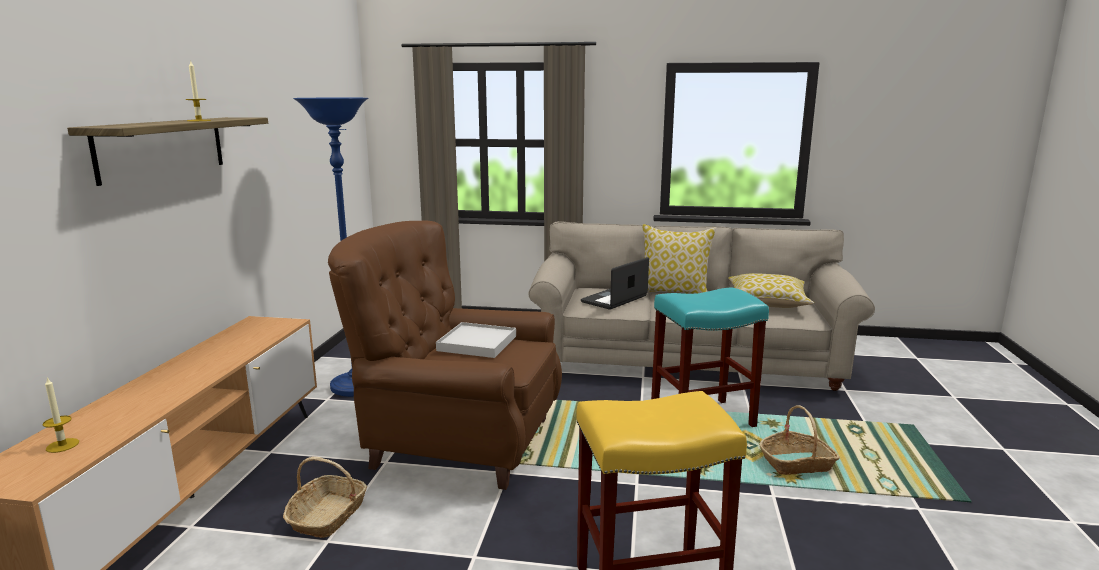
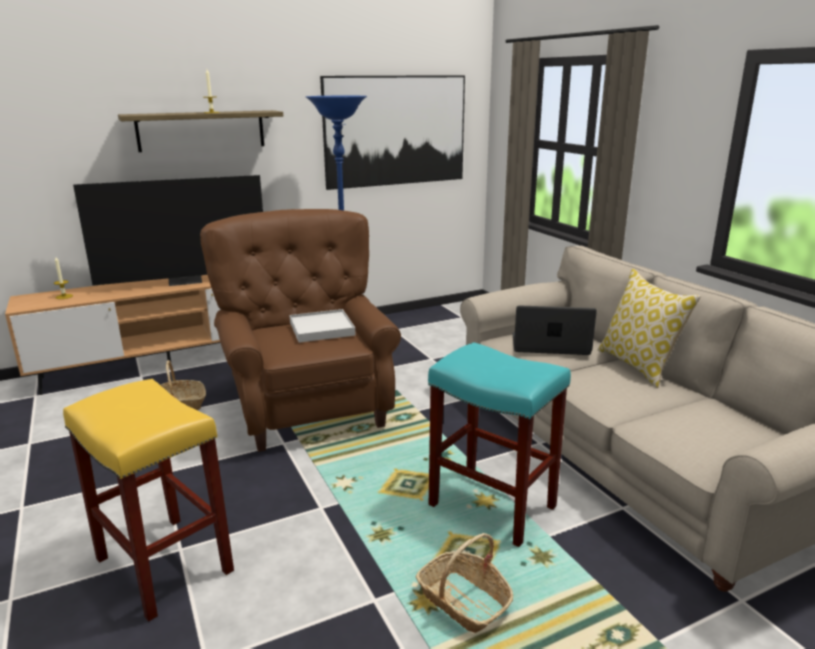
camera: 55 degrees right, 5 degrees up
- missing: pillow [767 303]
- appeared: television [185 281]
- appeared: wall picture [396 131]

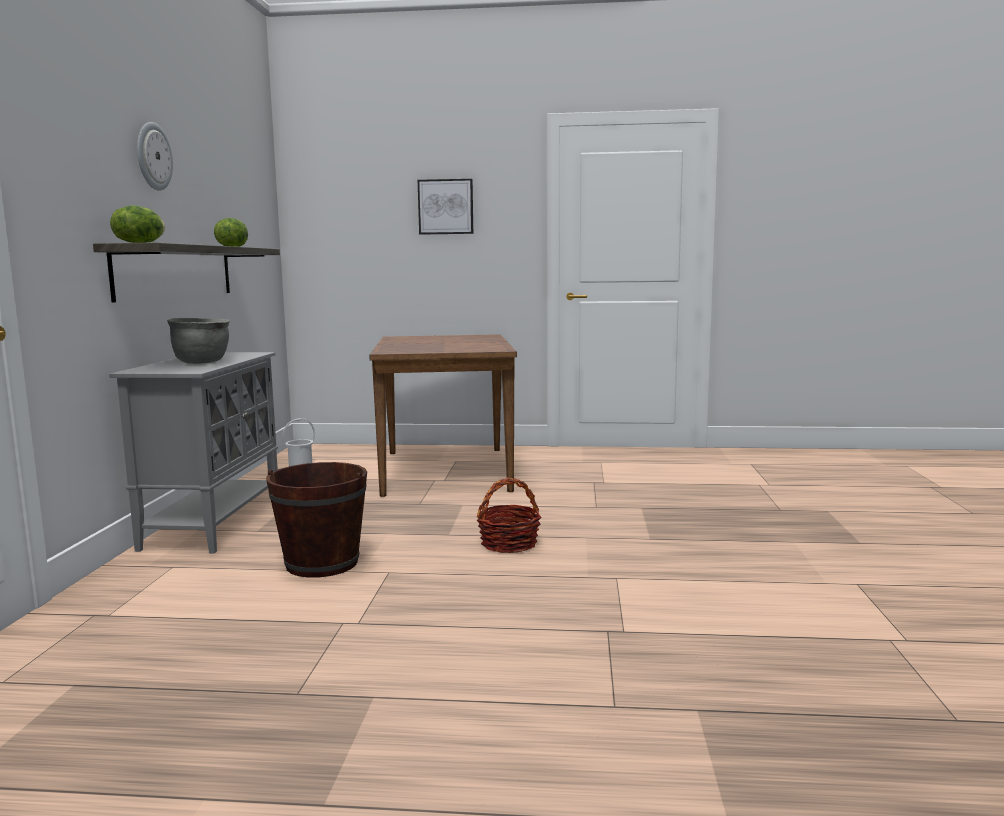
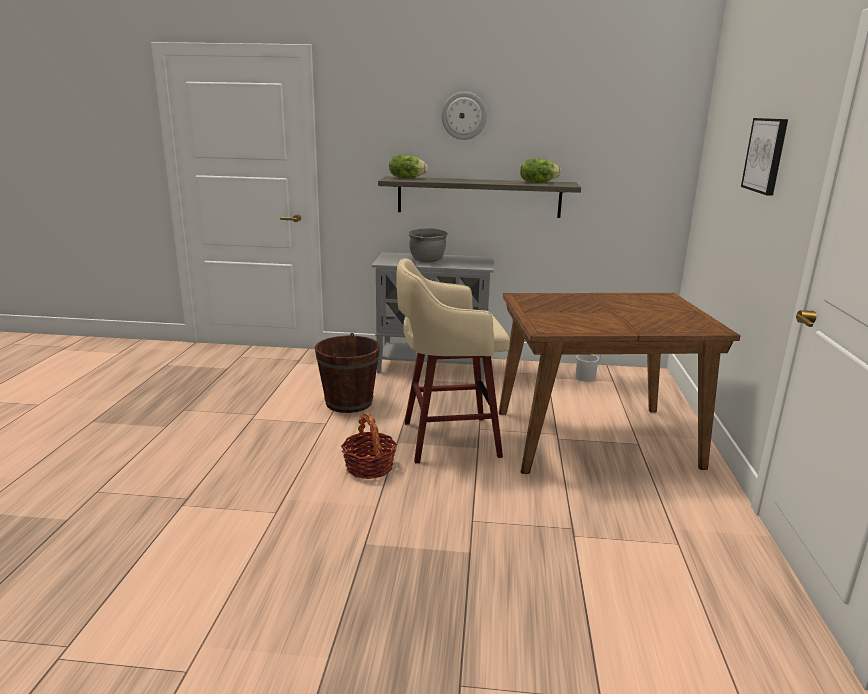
camera: 90 degrees right, 10 degrees up
- appeared: sitting stool in sand-coloured [446 439]

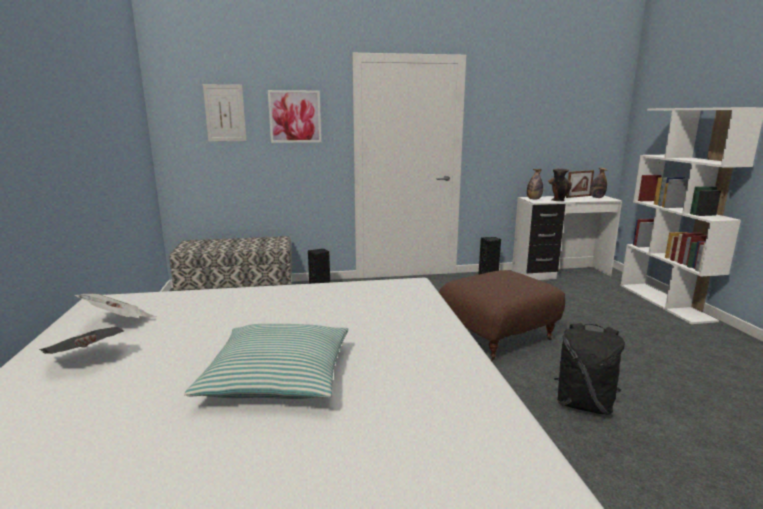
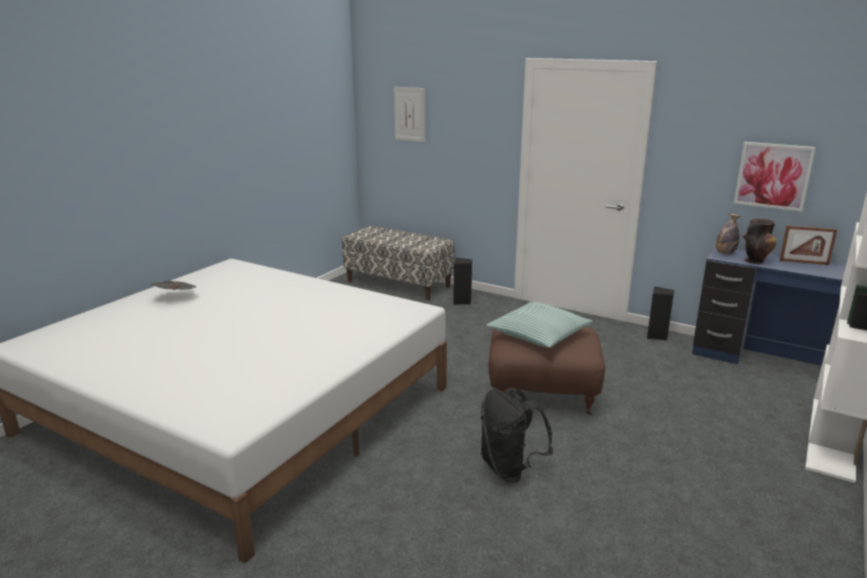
camera: 40 degrees right, 5 degrees up
- missing: daily paper [120 322]
- missing: drink bottle [597 197]
- relocated: pillow [277 377] to [538 334]
- relocated: wall picture [295 116] to [773 176]
- colour: desk in whitish [561 273] to desk in blue-coloured [759 361]

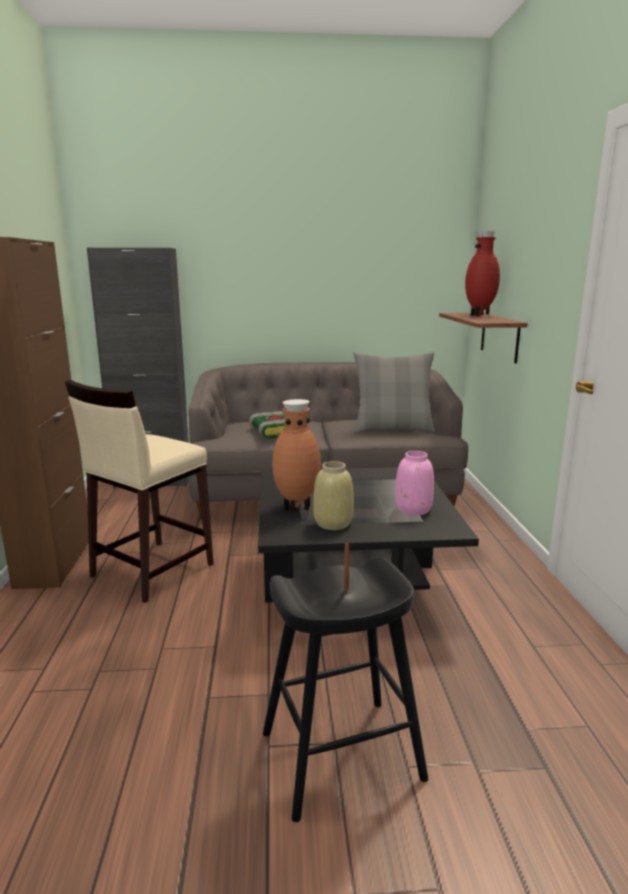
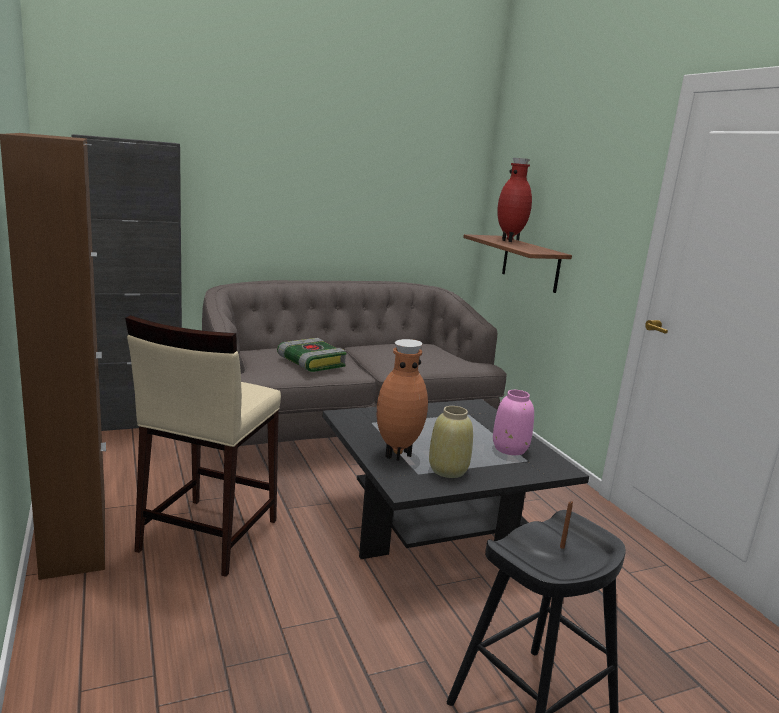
camera: 20 degrees left, 0 degrees up
- missing: pillow in greyish [393 429]

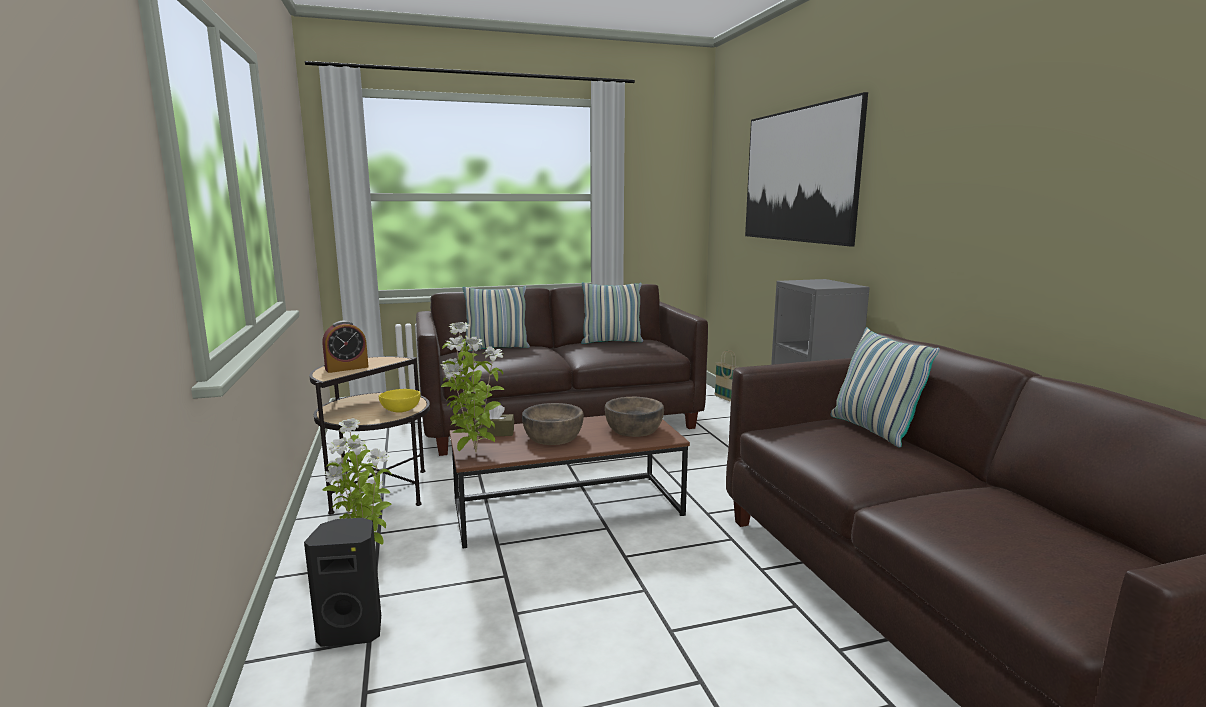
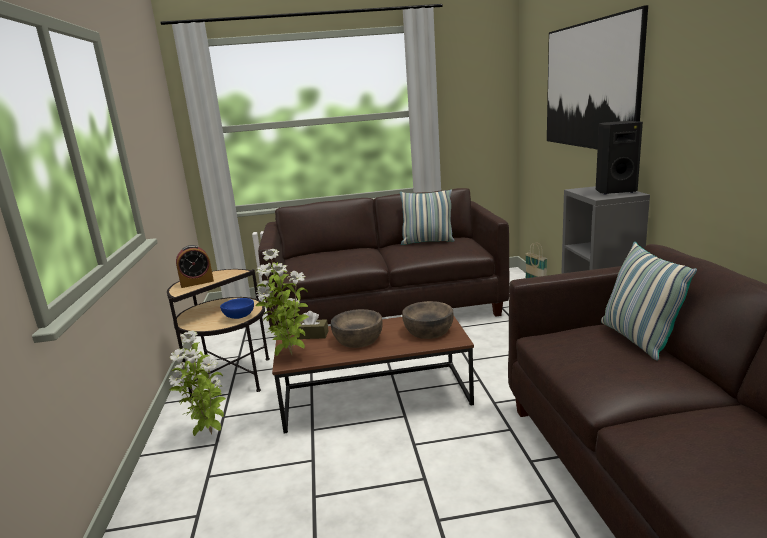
camera: 10 degrees right, 5 degrees up
- missing: pillow [496 348]
- relocated: audio speaker in black [352 630] to [614 191]
- colour: serving bowl in yellowish [399 411] to serving bowl in blue-coloured [238 317]

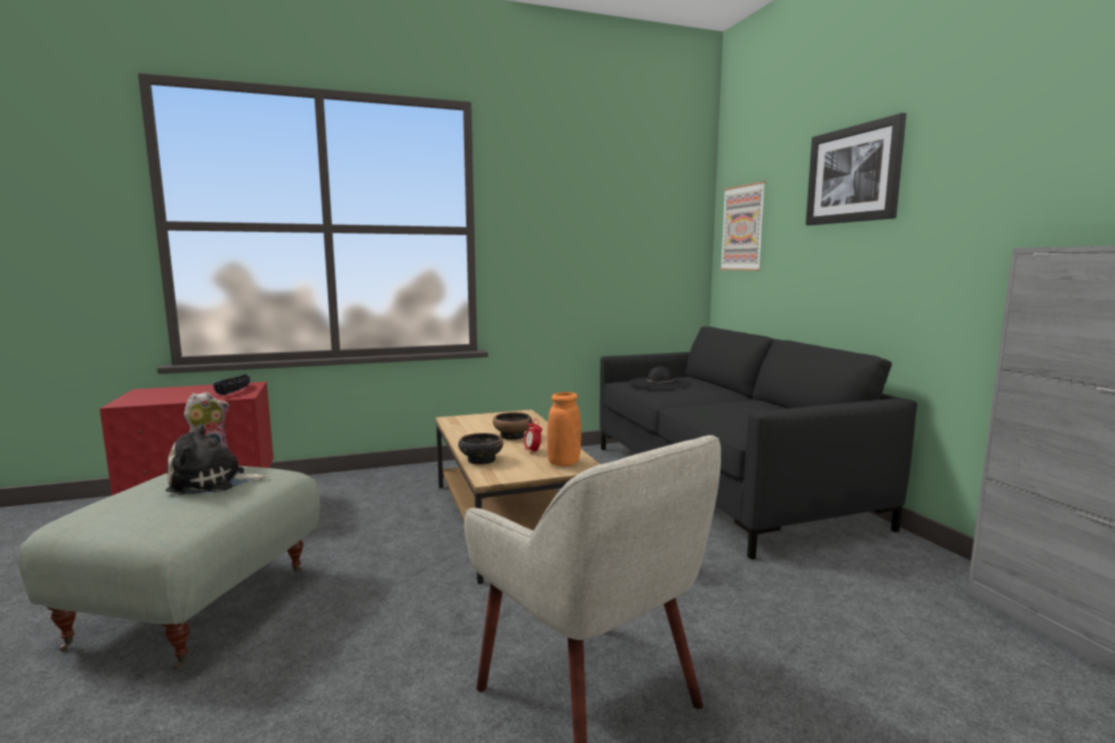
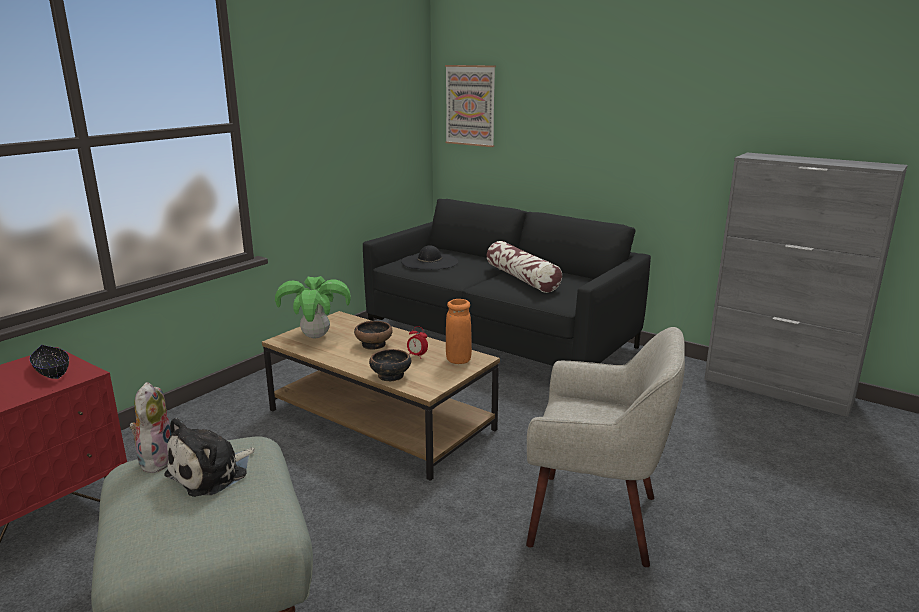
camera: 35 degrees left, 10 degrees up
- missing: wall picture [853 174]
- appeared: plant in a pot [315 336]
- appeared: pillow [522 278]

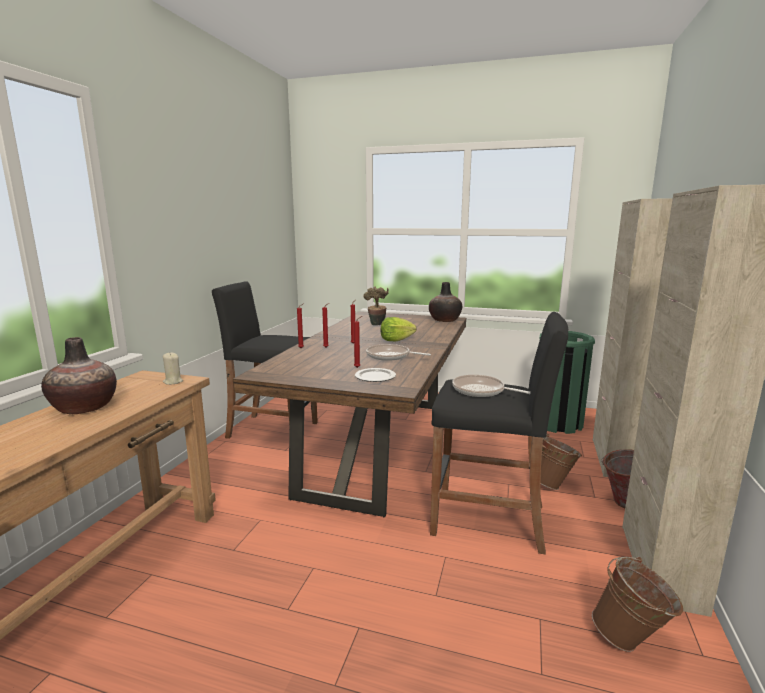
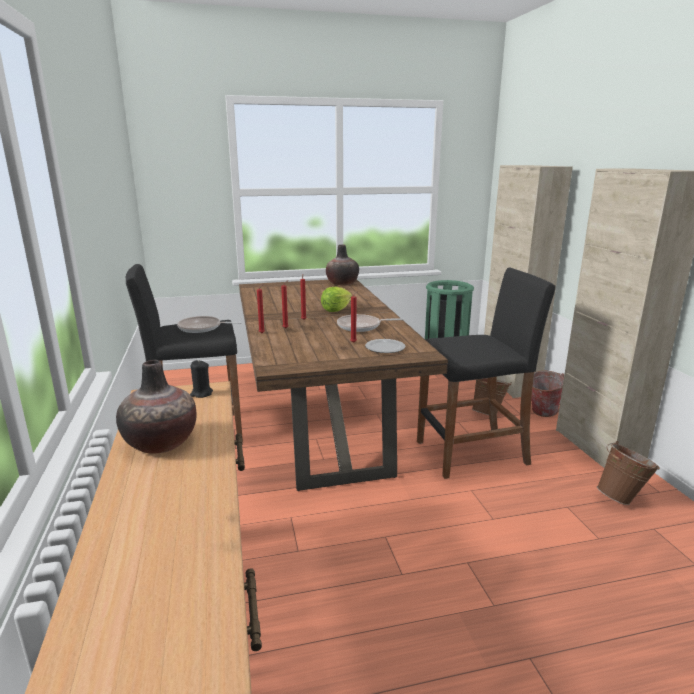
camera: 30 degrees left, 5 degrees up
- missing: plant in a pot [377 325]
- relocated: frying pan [481 391] to [202 328]
- colour: candle in sand-coloured [173 382] to candle in black [201 393]

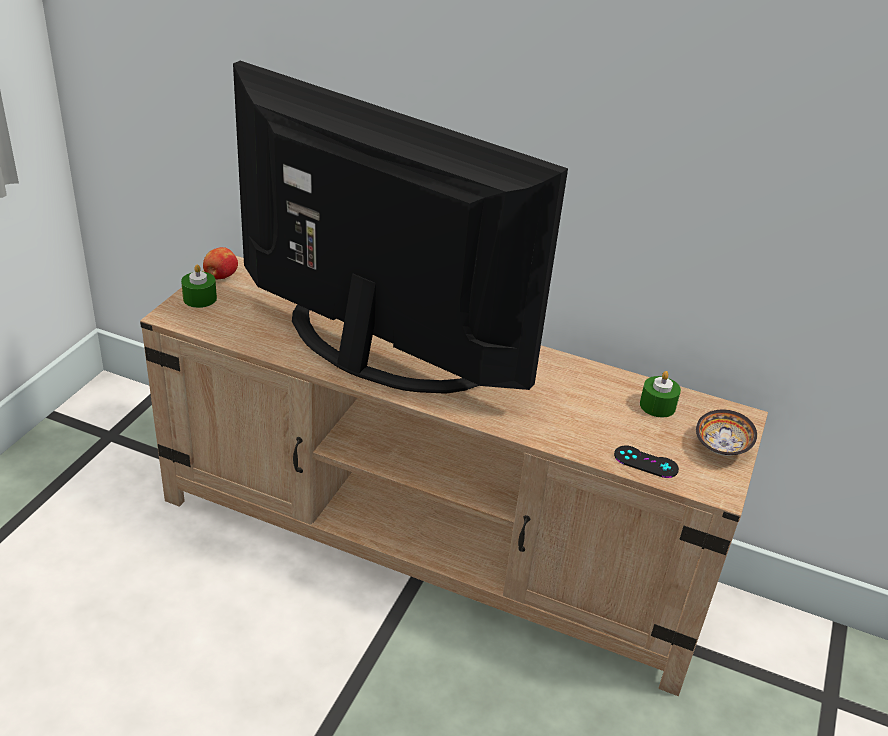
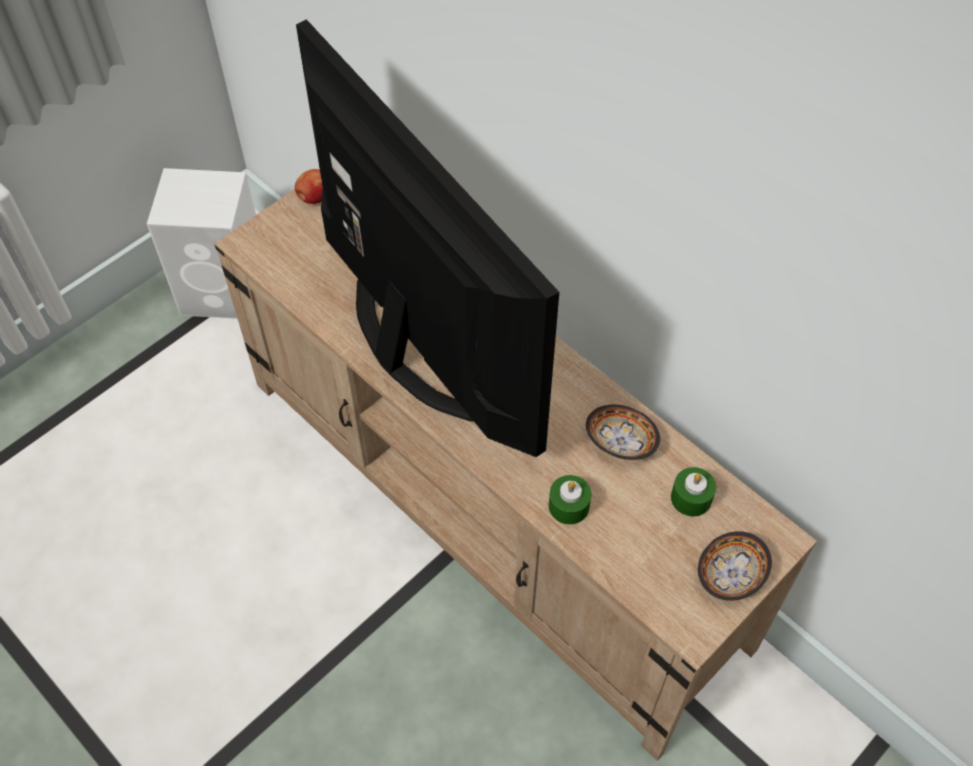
camera: 25 degrees right, 20 degrees up
- missing: game controller in black [646 462]
- appeared: audio speaker in whitish [227 290]
- appeared: serving bowl [620 442]
- relocated: candle in greenish [200 298] to [569 506]

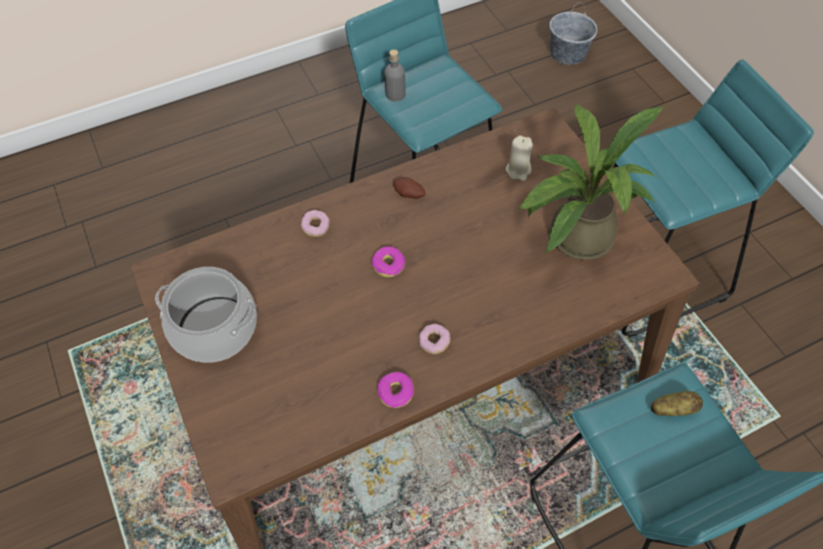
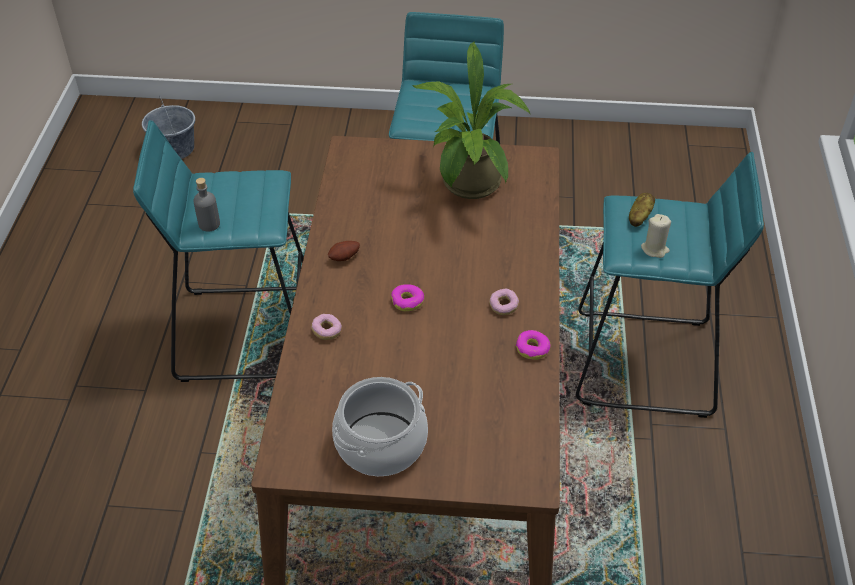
camera: 60 degrees left, 10 degrees down
- relocated: candle in sand-coloured [518 170] to [655 249]

